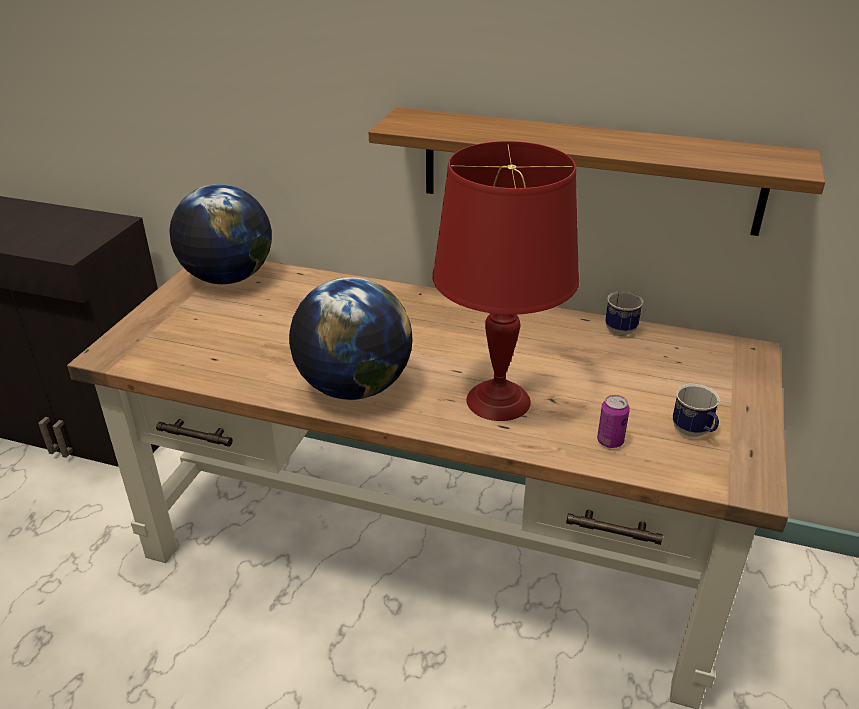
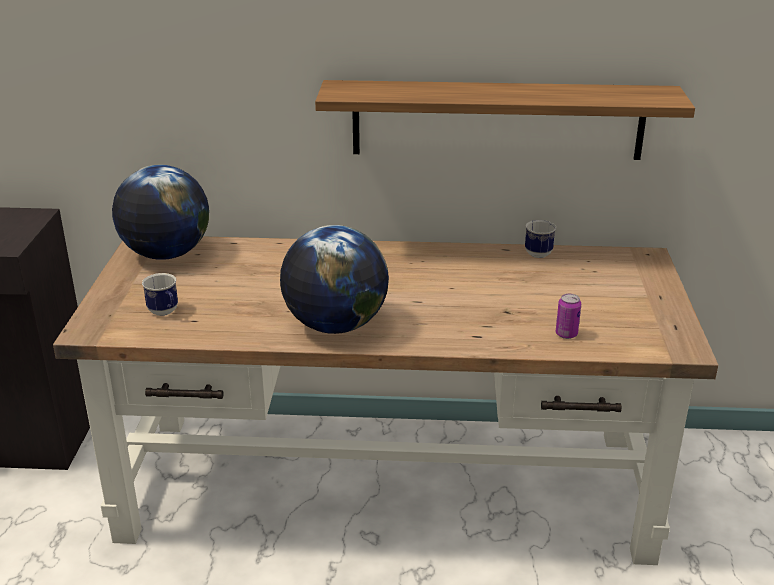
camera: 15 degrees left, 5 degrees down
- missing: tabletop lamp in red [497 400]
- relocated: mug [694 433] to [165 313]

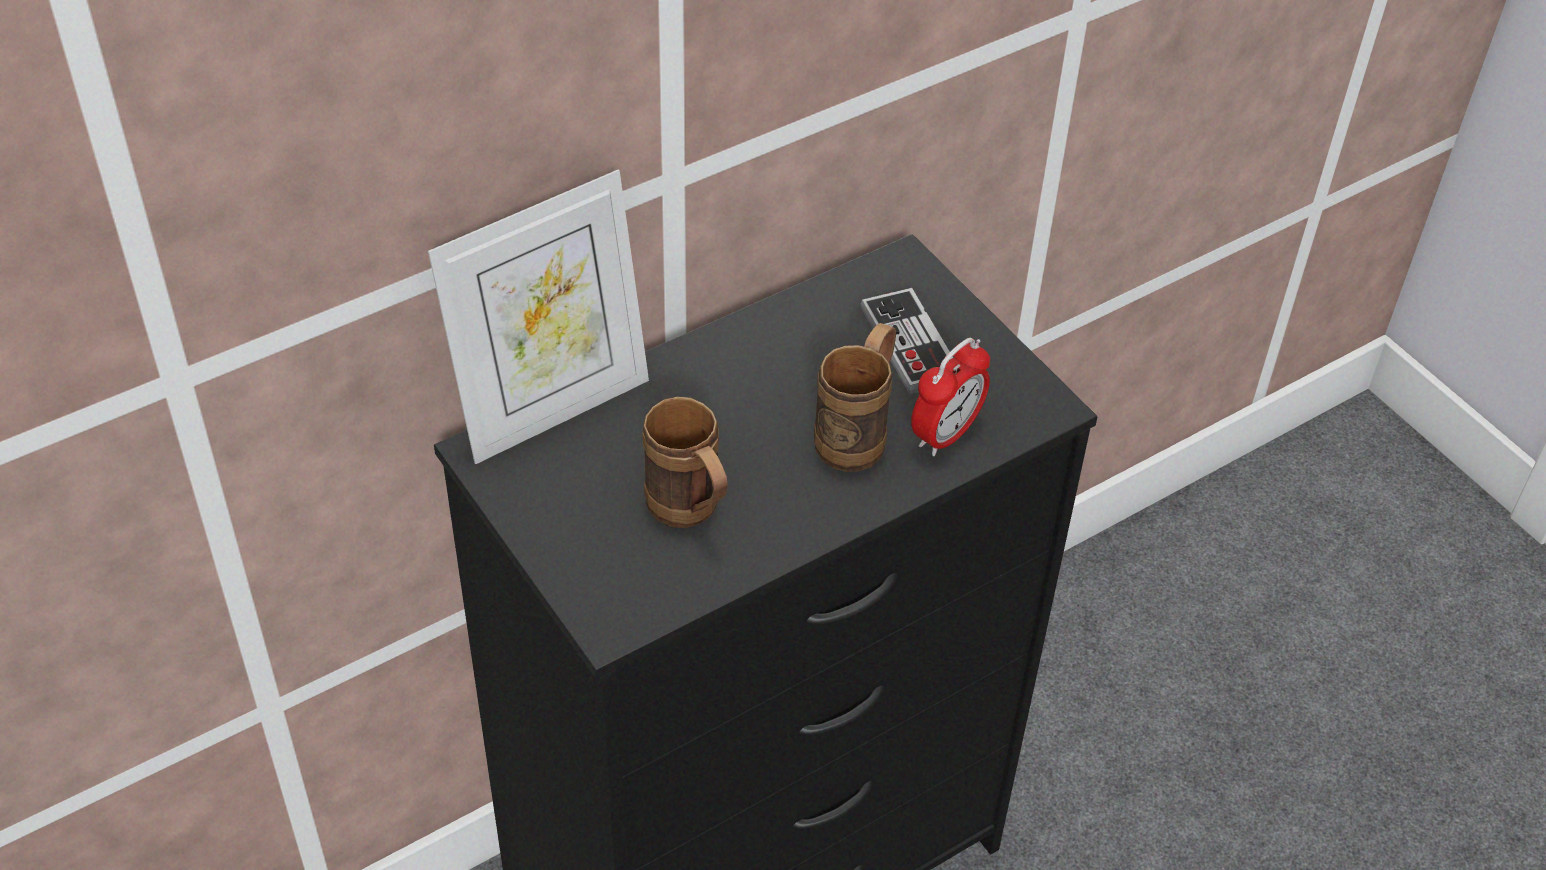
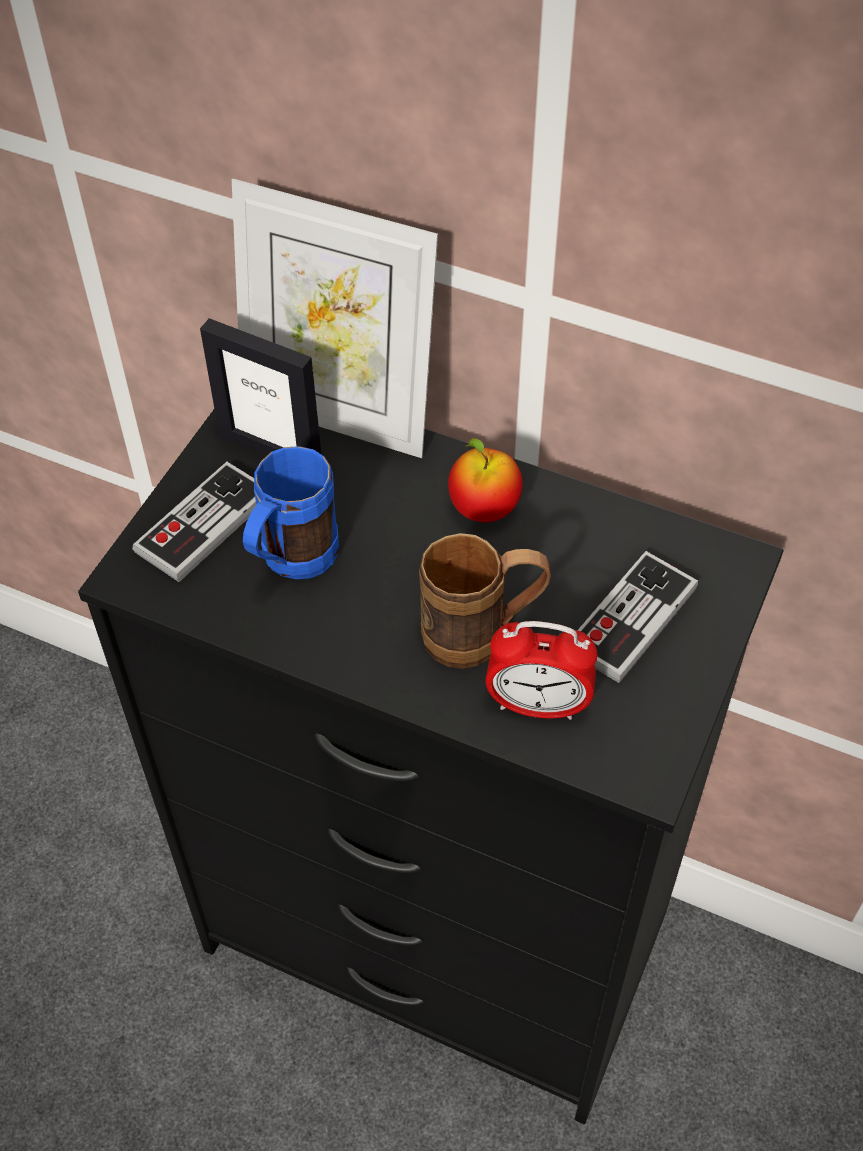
camera: 60 degrees right, 5 degrees up
- appeared: game controller [204 524]
- appeared: photo frame [271 449]
- appeared: apple fruit [483 509]
- colour: mug in brownish [690 514] to mug in blue-coloured [290 565]

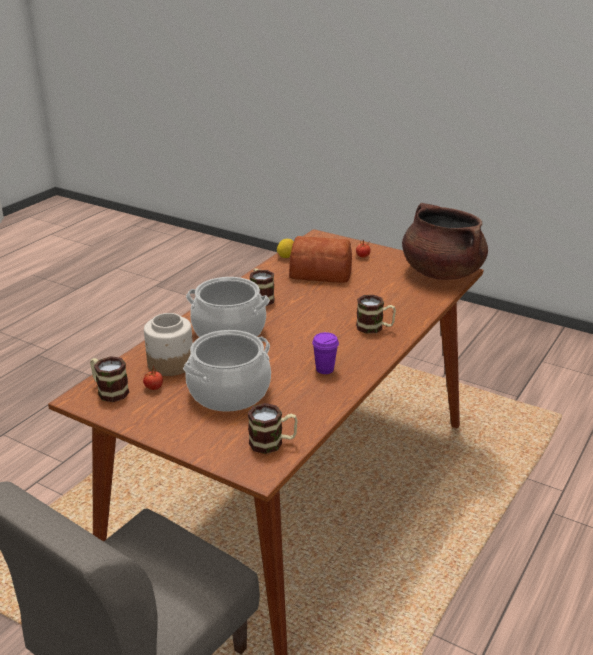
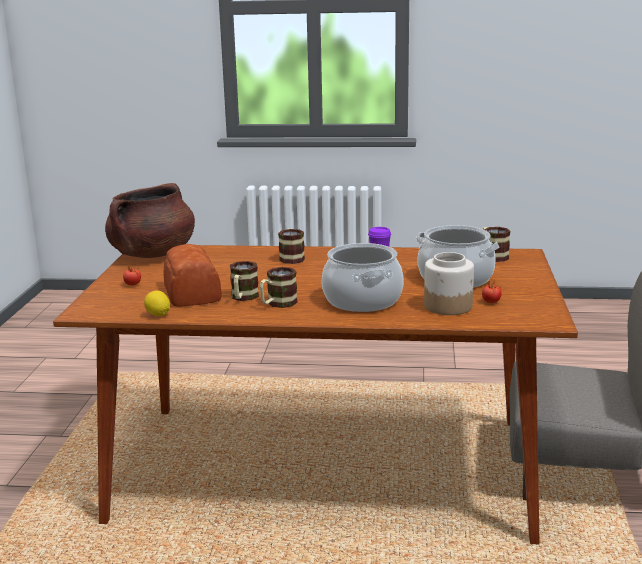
camera: 115 degrees left, 10 degrees down
- relocated: mug [109 391] to [243 298]

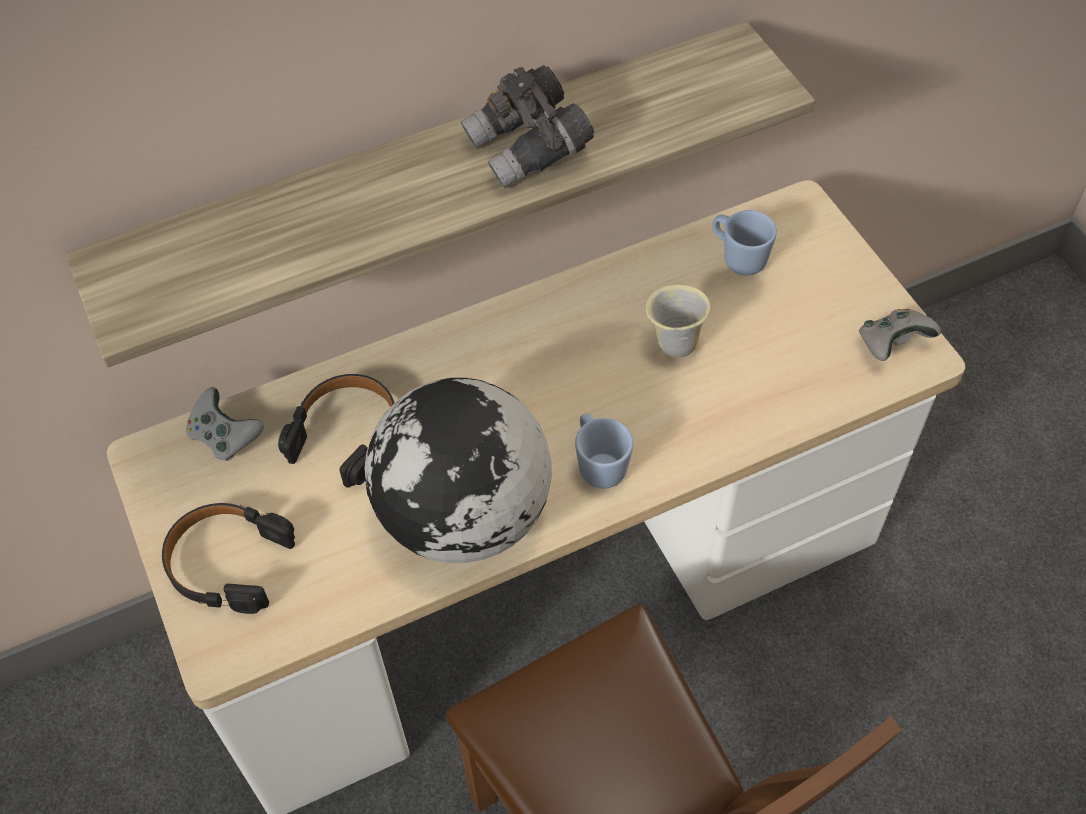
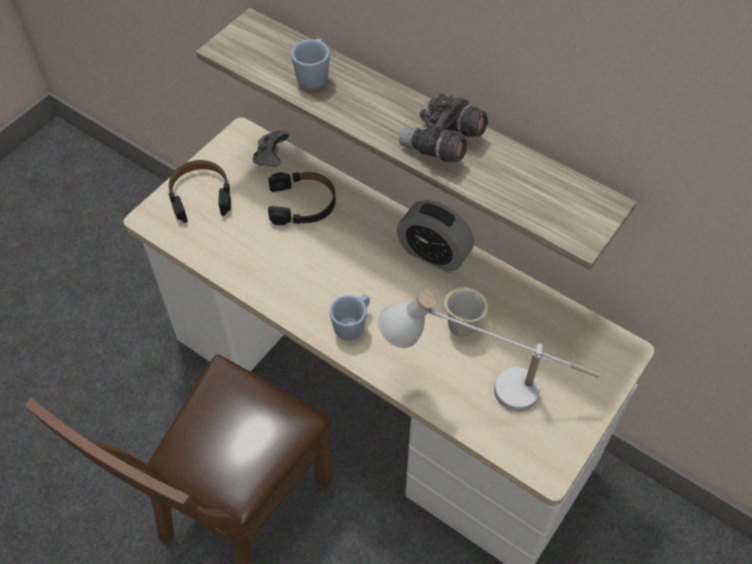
camera: 60 degrees right, 0 degrees up
- missing: world globe [463 517]
- missing: game controller in greyish [892 344]
- appeared: tabletop lamp in whitish [482 387]
- appeared: alarm clock [433 253]
- relocated: mug in blue-coloured [738 258] to [314 76]

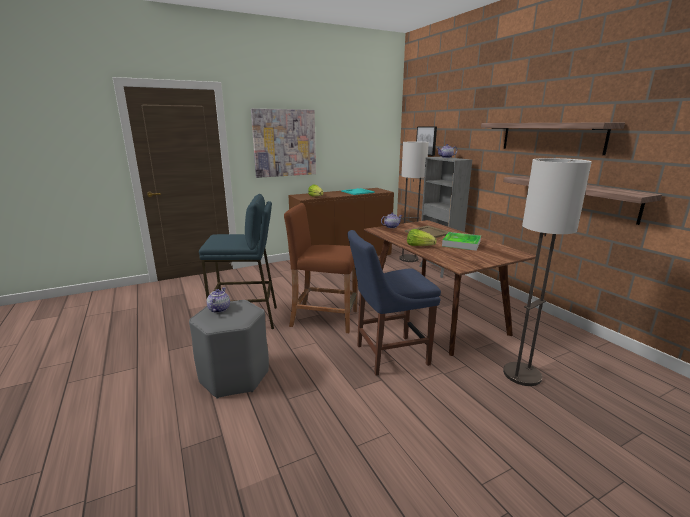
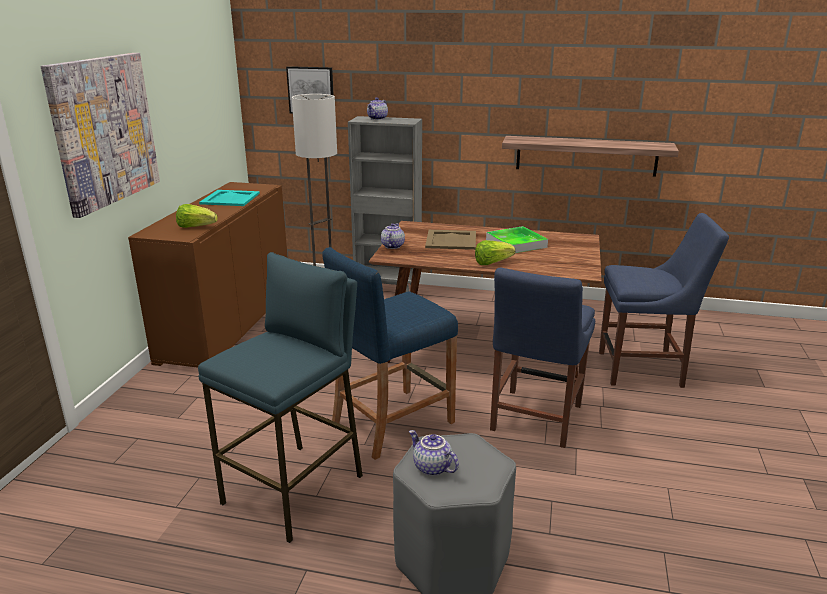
camera: 50 degrees left, 5 degrees up
- missing: bracket shelf [551 137]
- exchanged: standing lamp [522 375] to chair in blue-coloured [645 369]
- colour: sitting stool in brownish [324 318] to sitting stool in blue-coloured [392 422]

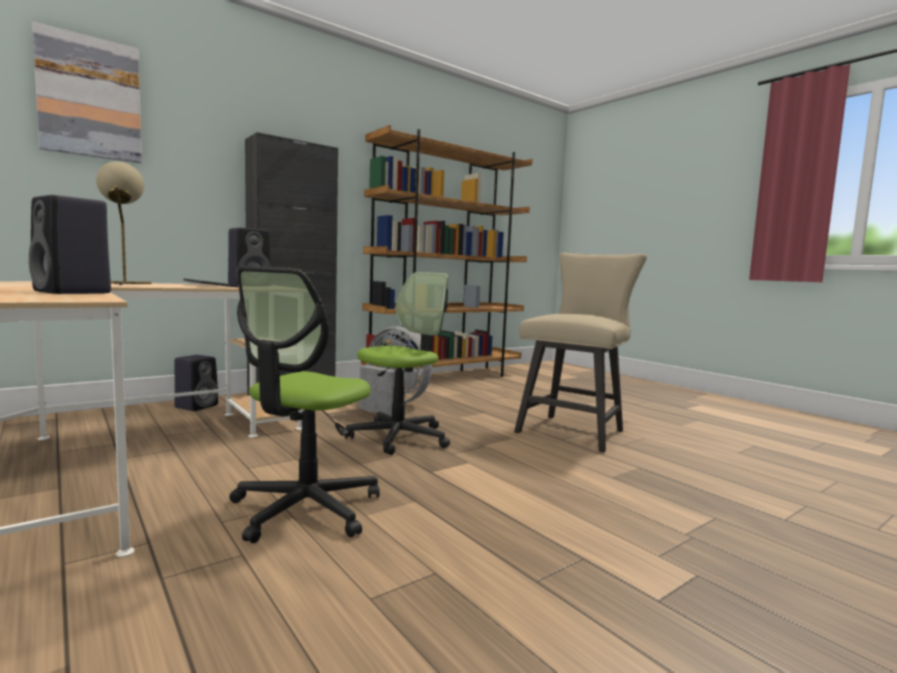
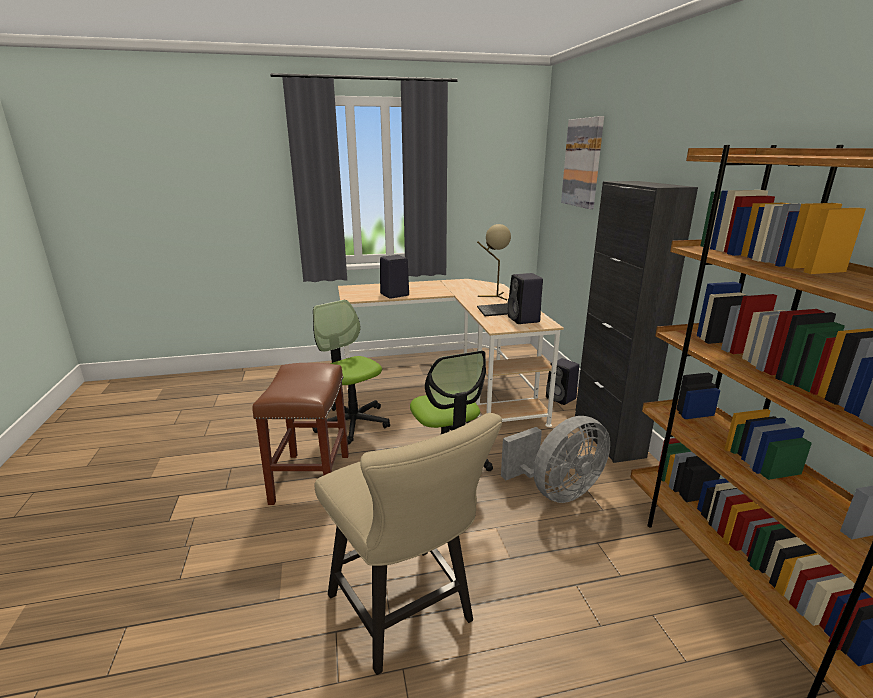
camera: 115 degrees right, 15 degrees up
- appeared: sitting stool in brownish [311 479]

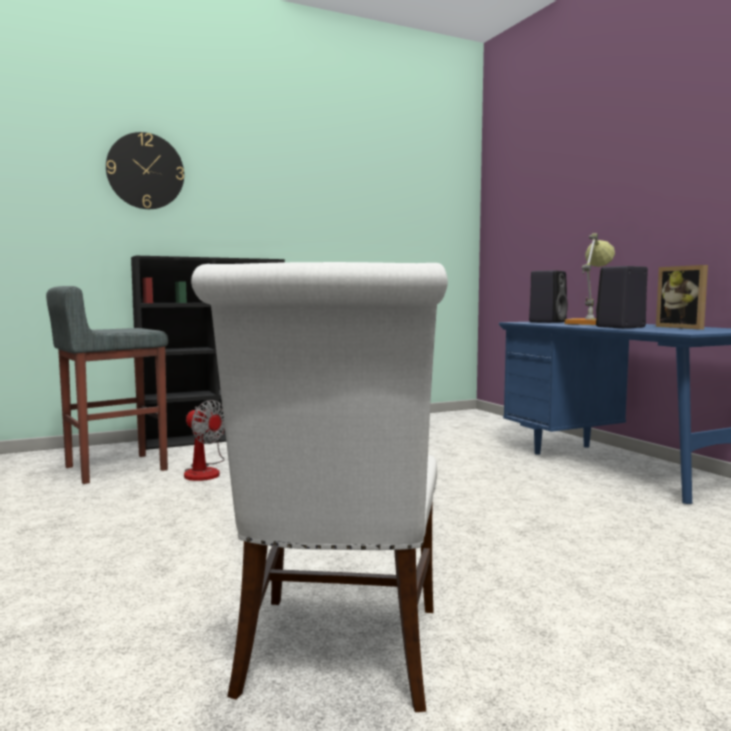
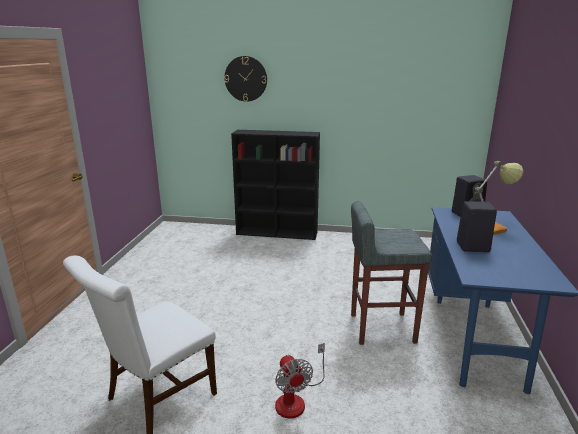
camera: 35 degrees right, 15 degrees up
- missing: photo frame [684 327]
- relocated: sitting stool in greyish [114 468] to [381 328]
- relocated: electric fan [204 471] to [296 399]

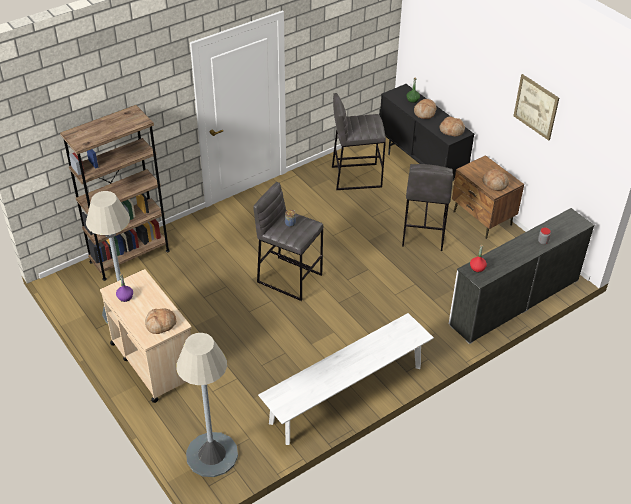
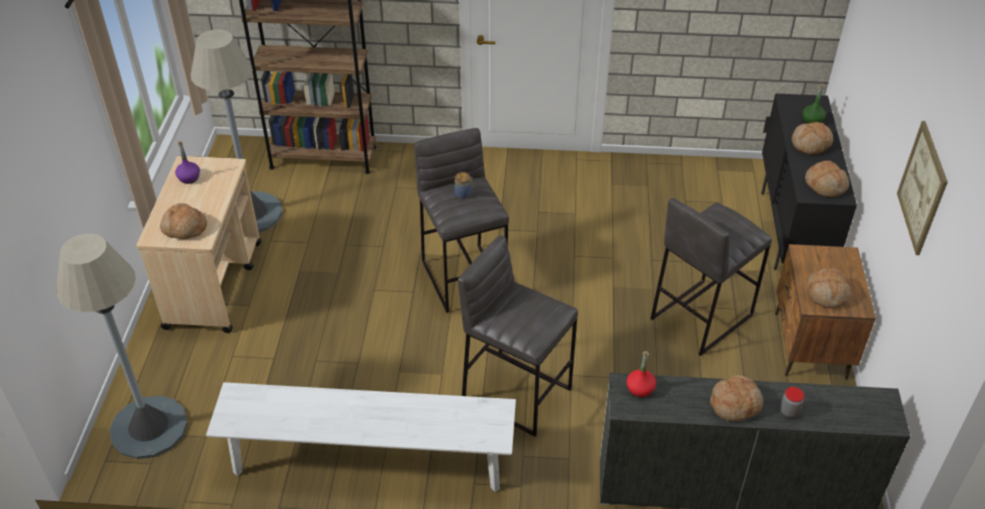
camera: 40 degrees right, 0 degrees up
- appeared: bread [735 404]
- relocated: sitting stool in greyish [356 176] to [516 392]

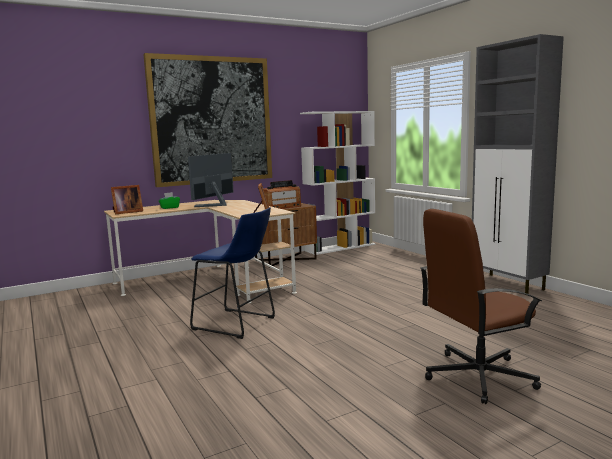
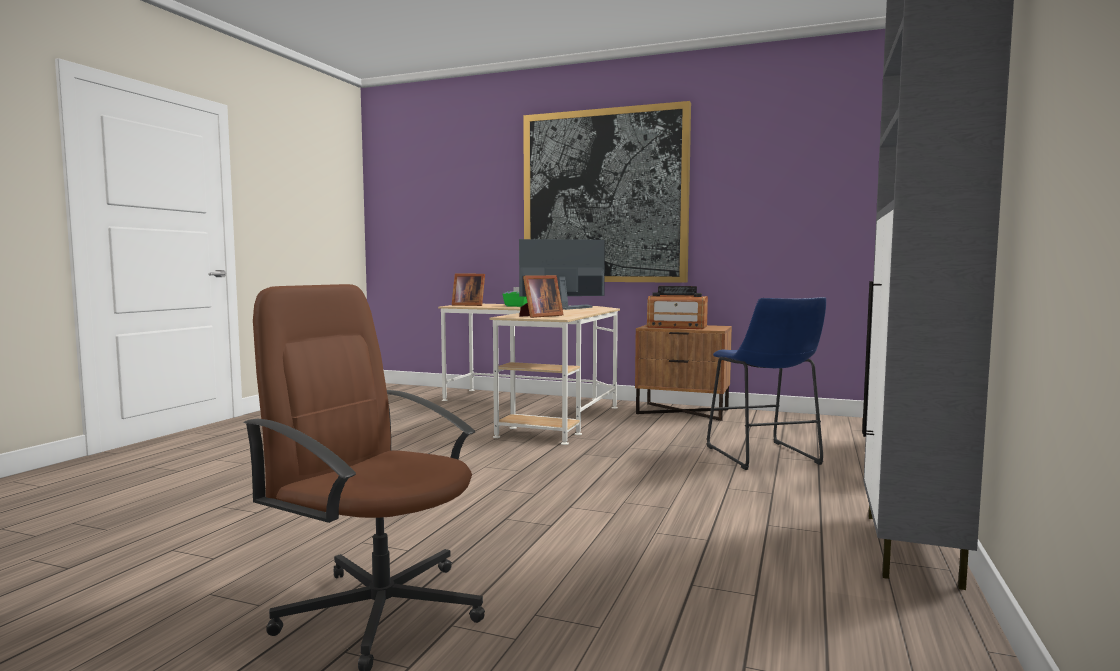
camera: 50 degrees right, 5 degrees down
- missing: bookcase in whitish [340 247]
- relocated: sitting stool in blue-coloured [237 324] to [764 457]

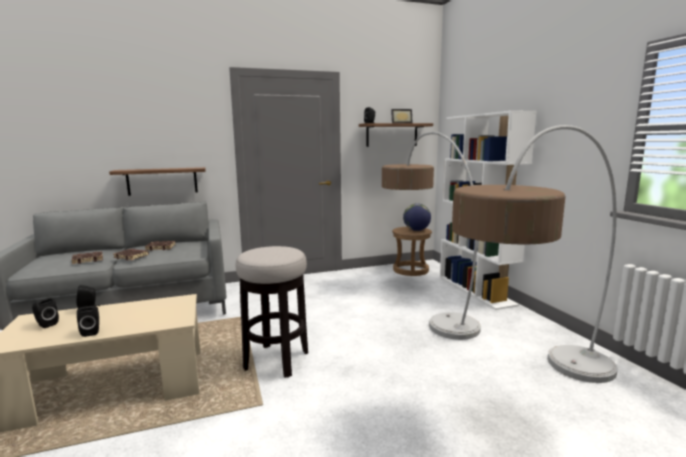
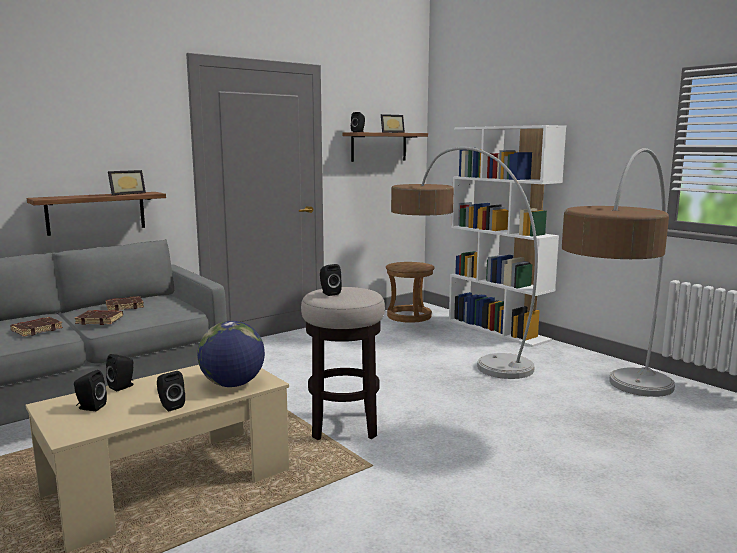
camera: 20 degrees left, 0 degrees up
- appeared: photo frame [126 193]
- appeared: audio speaker in black [329 293]
- relocated: world globe [416 230] to [233 384]

